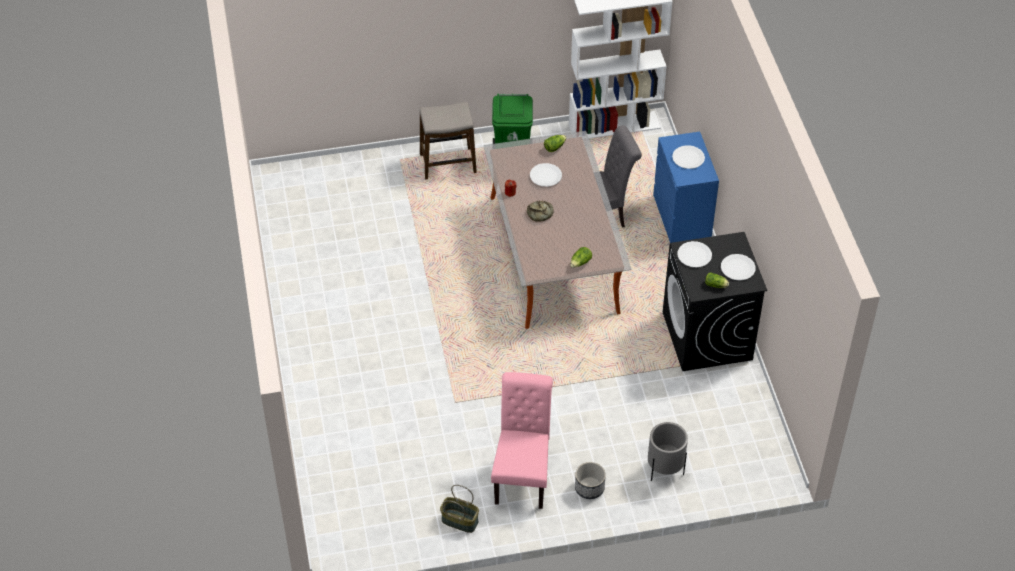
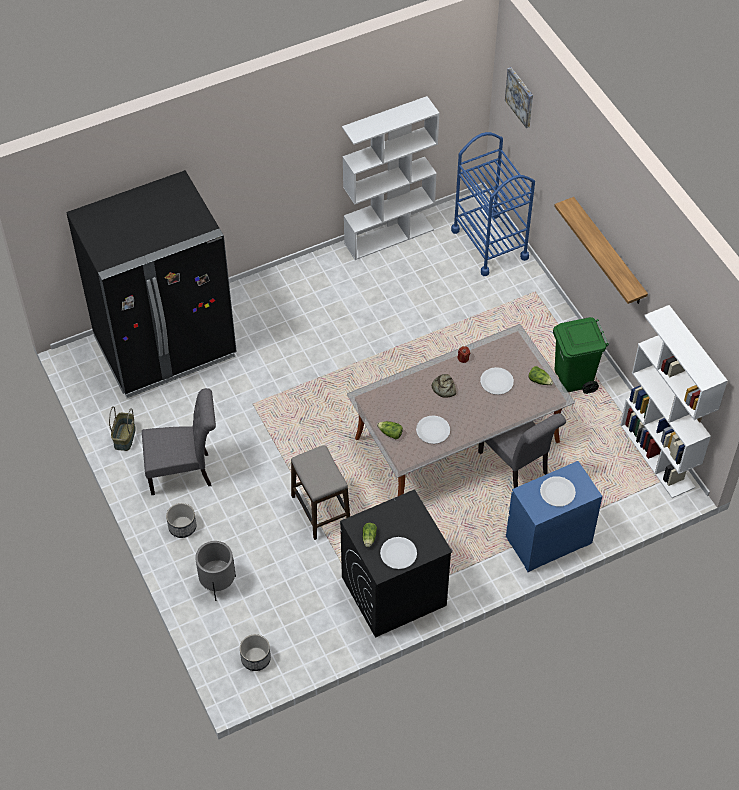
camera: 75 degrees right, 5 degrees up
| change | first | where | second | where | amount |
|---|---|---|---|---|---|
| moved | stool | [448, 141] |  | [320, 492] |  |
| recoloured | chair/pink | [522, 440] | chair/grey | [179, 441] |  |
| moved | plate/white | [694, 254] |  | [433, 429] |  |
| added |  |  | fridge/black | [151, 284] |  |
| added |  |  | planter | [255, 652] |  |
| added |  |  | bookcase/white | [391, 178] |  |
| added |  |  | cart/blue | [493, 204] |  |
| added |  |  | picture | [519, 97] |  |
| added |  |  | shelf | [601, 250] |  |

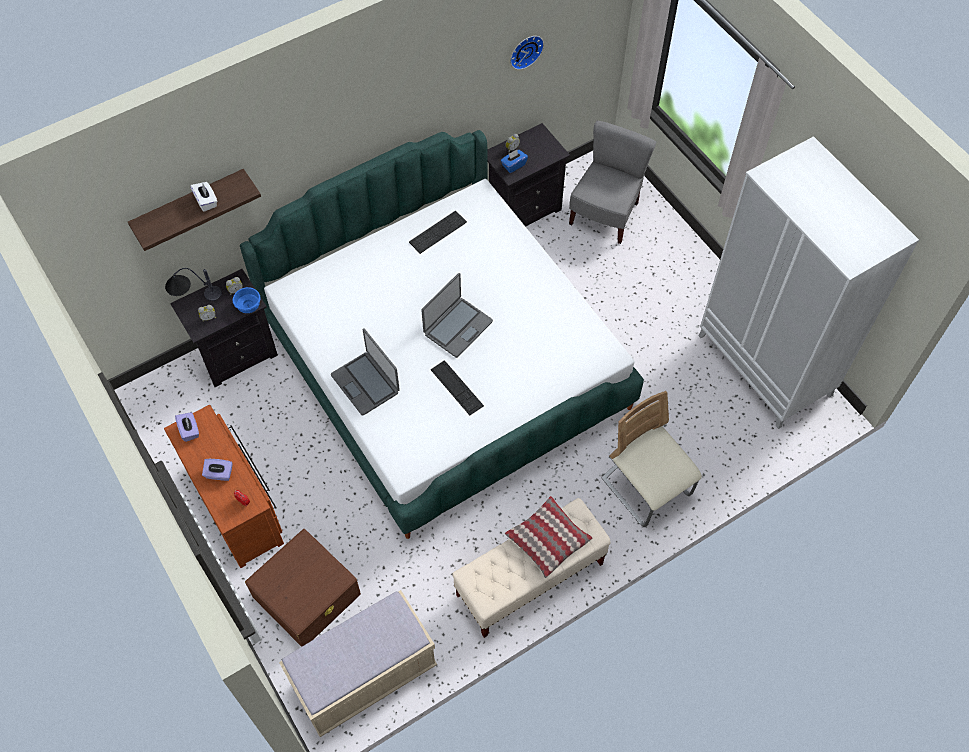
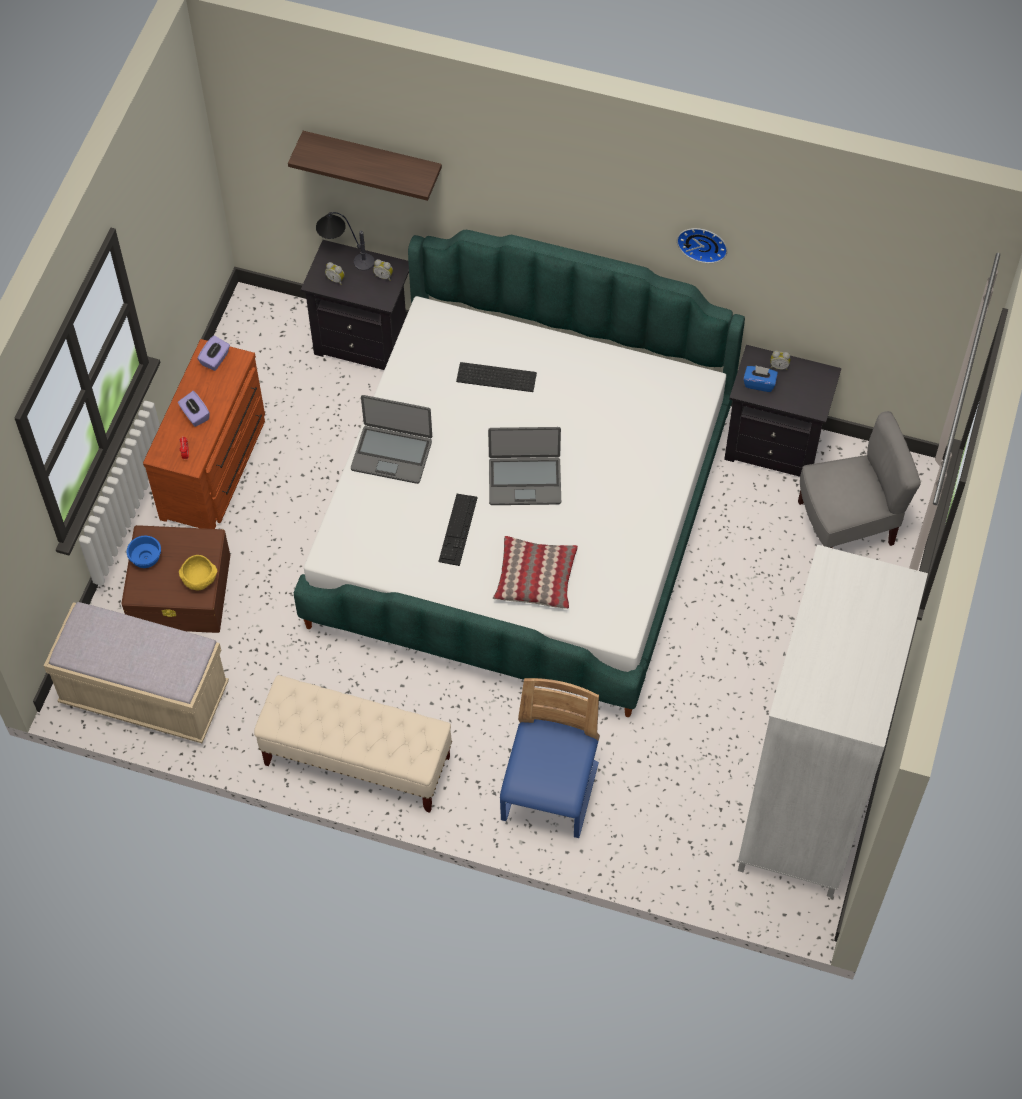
camera: 50 degrees right, 0 degrees up
| change | first | where | second | where | amount |
|---|---|---|---|---|---|
| removed | tissue box/white | [203, 197] |  |  |  |
| moved | bowl/blue | [247, 300] |  | [144, 552] |  |
| turned | laptop | [365, 372] |  | [391, 439] | 90 degrees counterclockwise |
| moved | keyboard | [438, 232] |  | [496, 377] |  |
| moved | pillow | [548, 537] |  | [535, 572] |  |
| moved | wall clock | [527, 53] |  | [702, 245] |  |
| recoloured | chair/beige | [652, 459] | chair/blue | [550, 758] |  |
| added |  |  | bowl/yellow | [198, 573] |  |

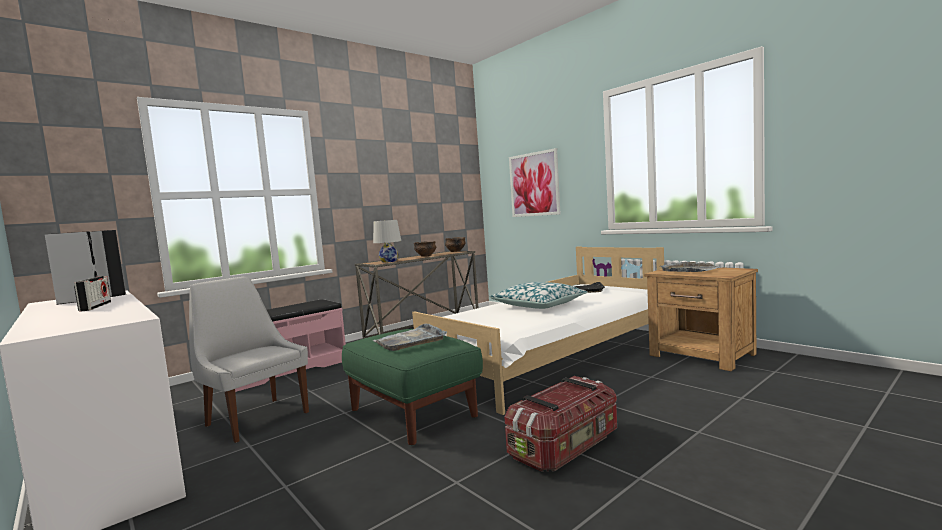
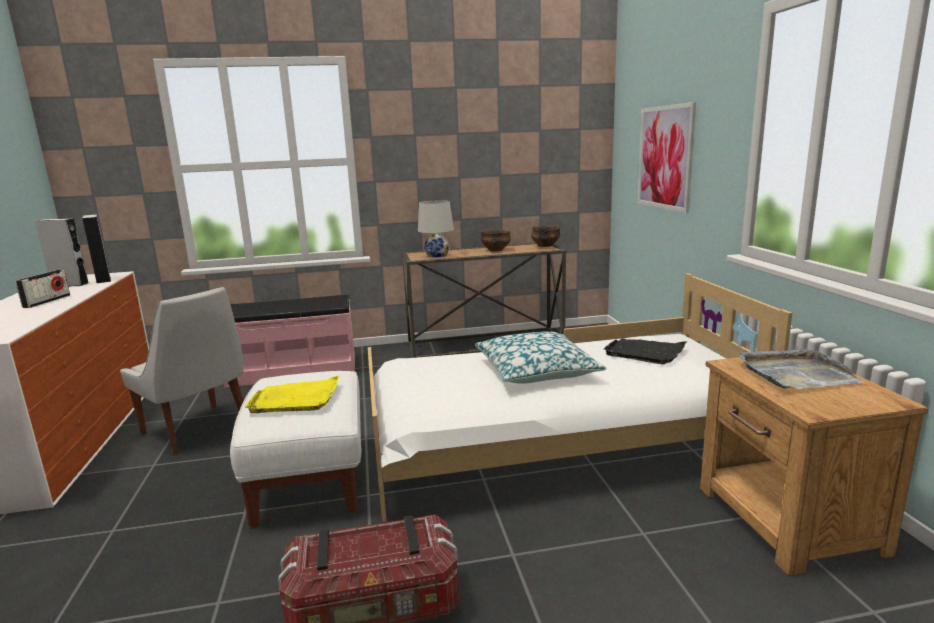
camera: 30 degrees right, 10 degrees up
| change | first | where | second | where | amount |
|---|---|---|---|---|---|
| turned | chair/white | [249, 359] |  | [182, 370] | 150 degrees clockwise |
| recoloured | ottoman/green | [412, 387] | ottoman/white | [295, 449] |  |
| recoloured | tray/grey | [410, 337] | tray/yellow | [292, 394] |  |

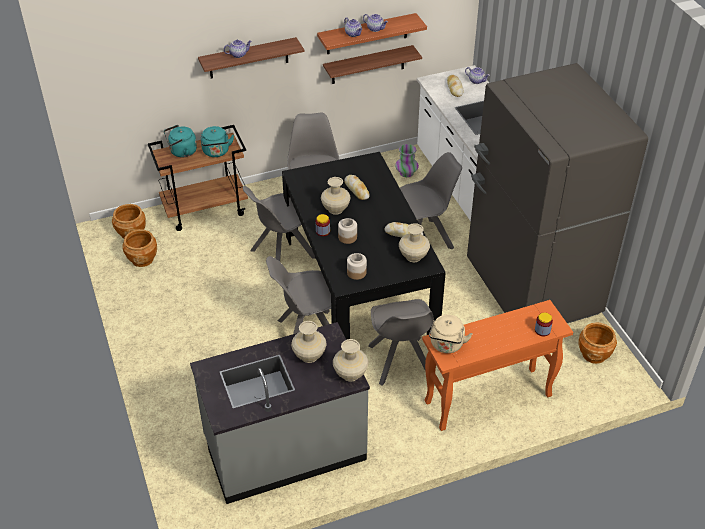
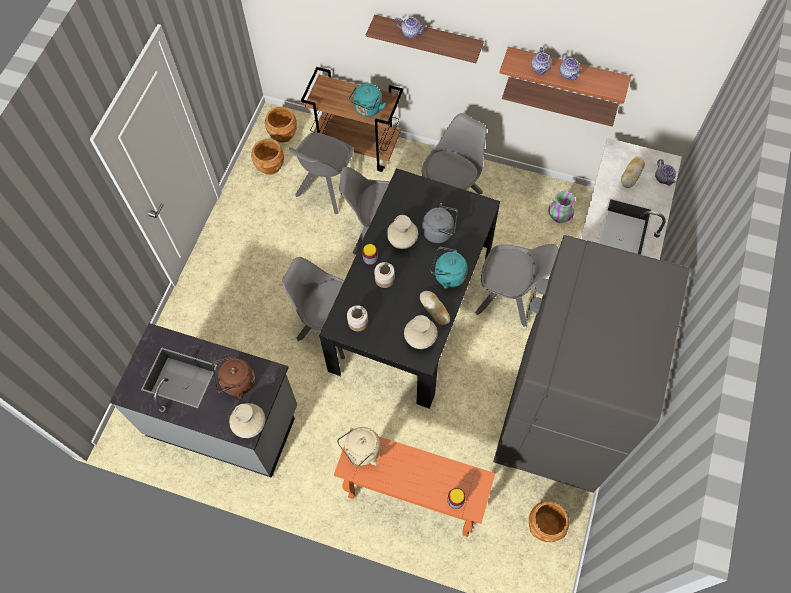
camera: 40 degrees right, 20 degrees up
| change | first | where | second | where | amount |
|---|---|---|---|---|---|
| moved | kettle/turquoise | [180, 141] |  | [449, 268] |  |
| replaced | vase/beige | [309, 342] | kettle/brown | [233, 378] |  |
| replaced | bread | [357, 187] | kettle/grey | [440, 223] |  |
| moved | chair/grey | [401, 342] |  | [321, 173] |  |

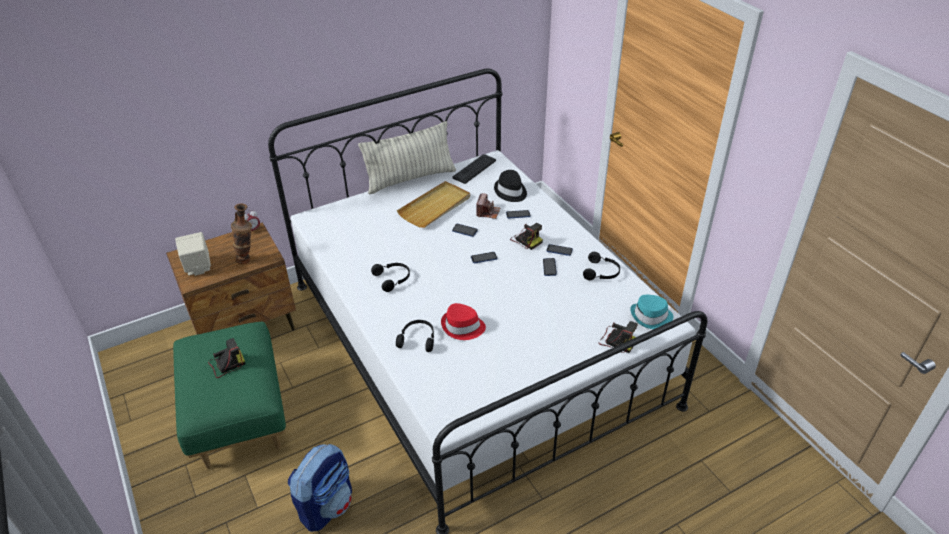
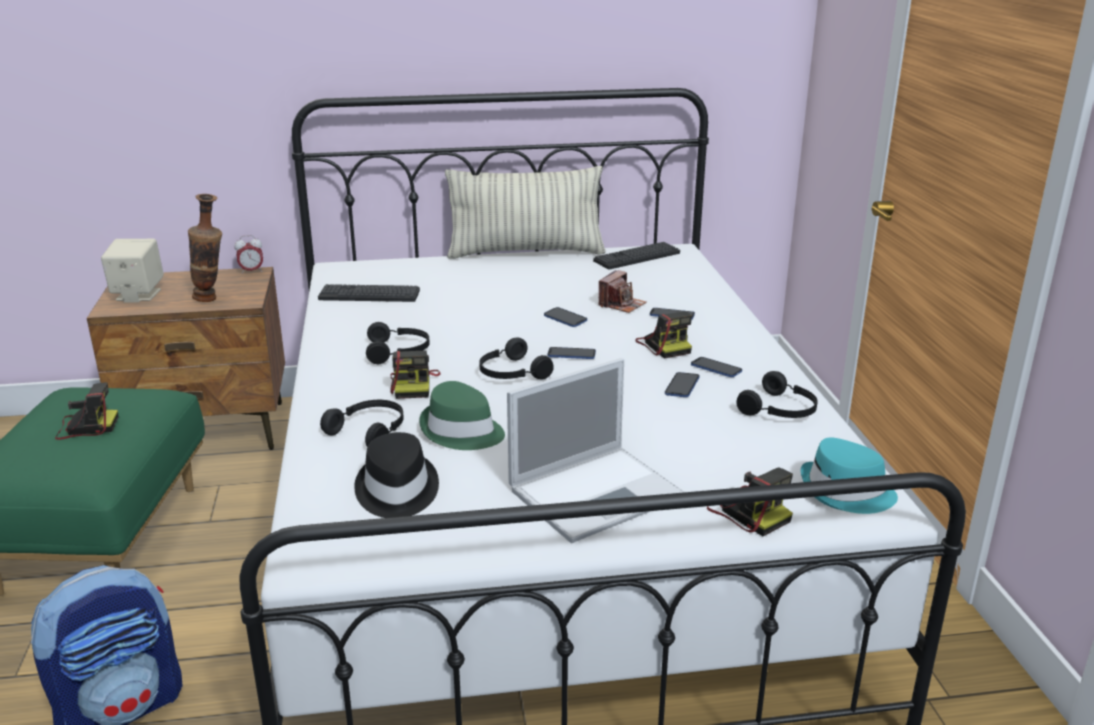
camera: 20 degrees right, 15 degrees down
| change | first | where | second | where | amount |
|---|---|---|---|---|---|
| removed | tray/beige | [433, 204] |  |  |  |
| recoloured | hat/red | [463, 321] | hat/green | [462, 415] |  |
| moved | hat/black | [510, 186] |  | [396, 475] |  |
| added |  |  | keyboard | [369, 293] |  |
| added |  |  | photo camera | [415, 375] |  |
| added |  |  | headphones/black | [516, 358] |  |
| added |  |  | laptop | [595, 450] |  |

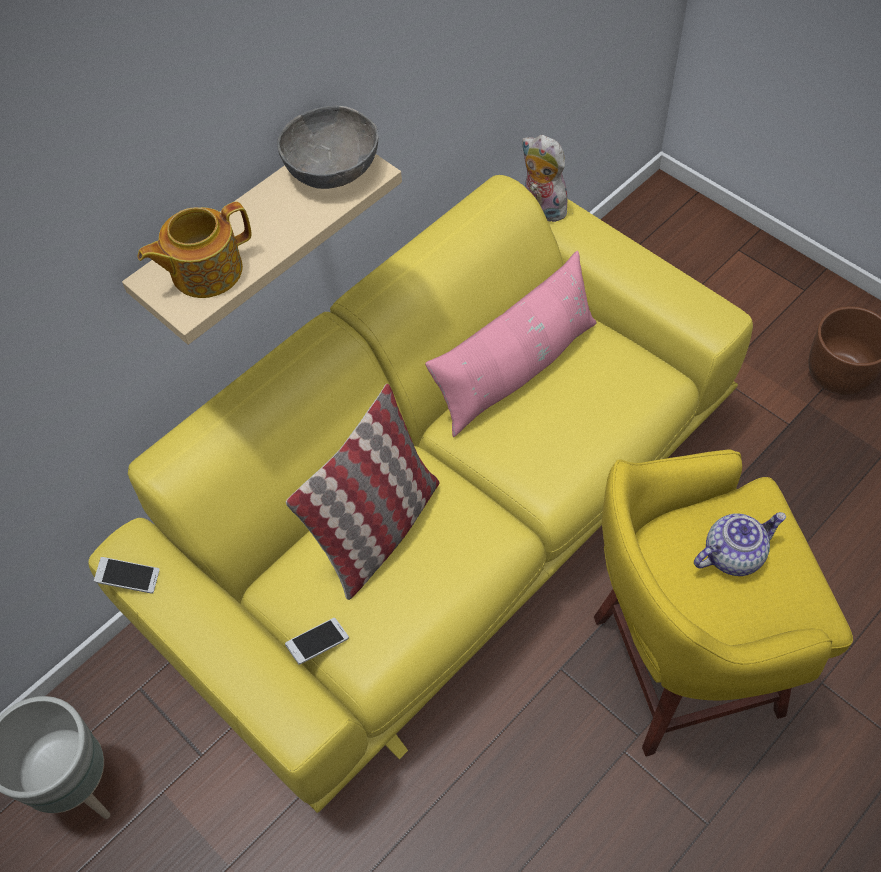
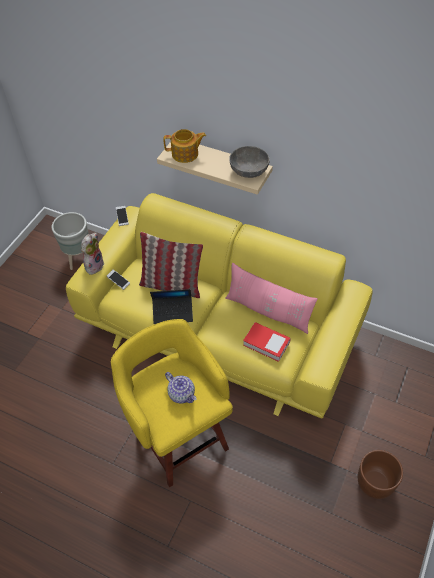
camera: 70 degrees right, 5 degrees down
| change | first | where | second | where | amount |
|---|---|---|---|---|---|
| turned | teapot | [195, 250] |  | [184, 146] | 135 degrees clockwise |
| moved | plush toy | [545, 178] |  | [92, 254] |  |
| added |  |  | laptop | [171, 306] |  |
| added |  |  | book | [267, 342] |  |

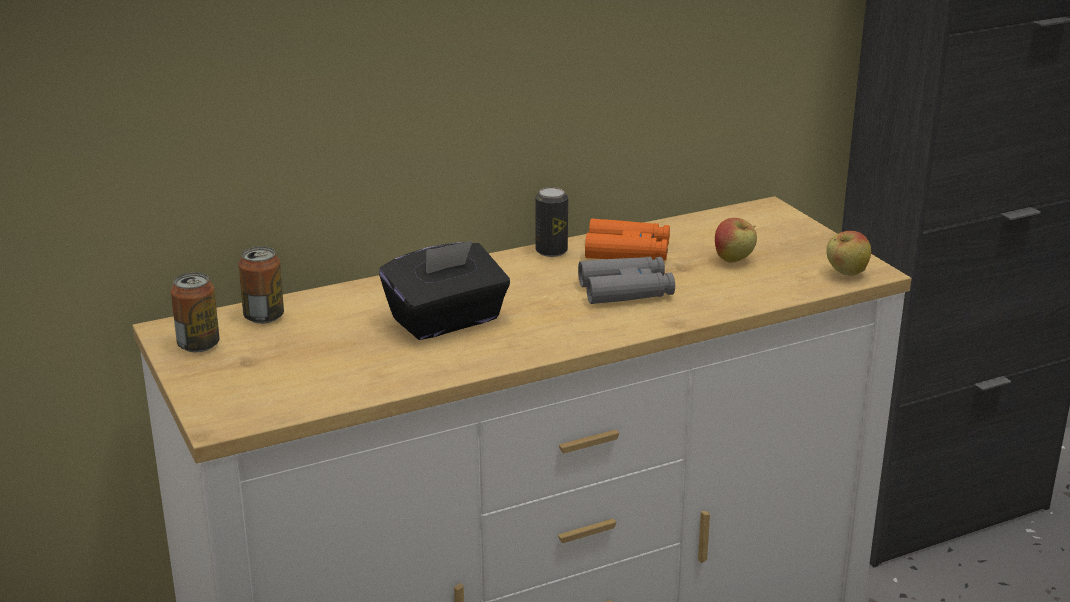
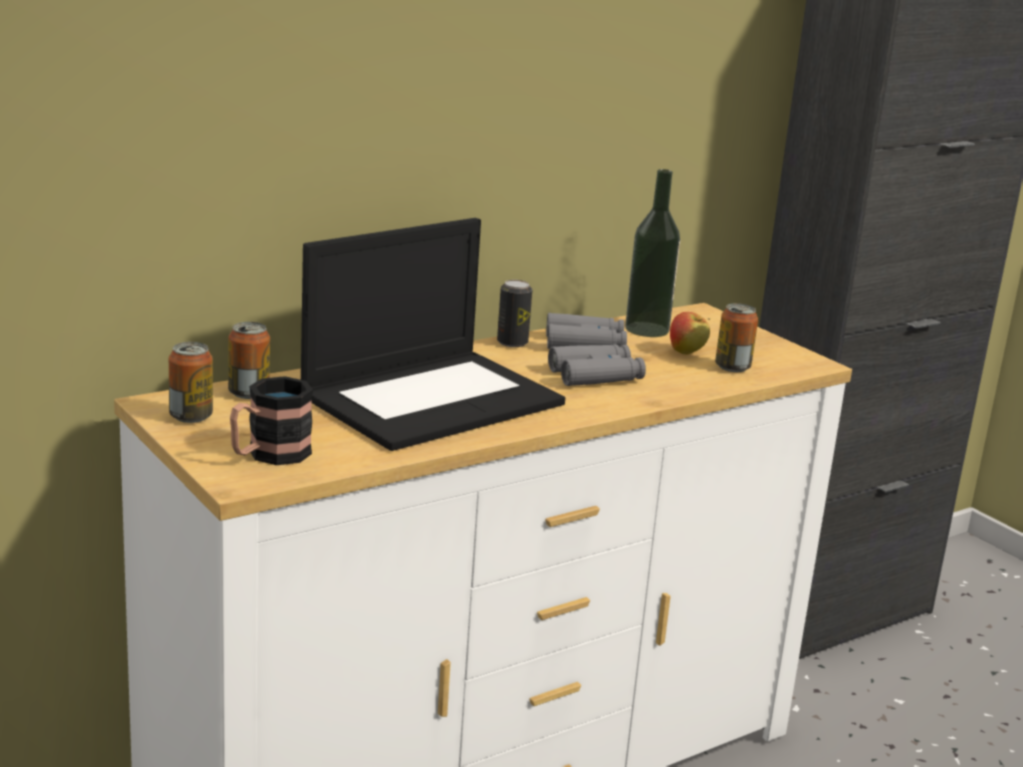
camera: 10 degrees left, 5 degrees down
| change | first | where | second | where | amount |
|---|---|---|---|---|---|
| replaced | tissue box/black | [444, 290] | laptop | [433, 334] |  |
| recoloured | binoculars/orange | [627, 240] | binoculars/grey | [586, 331] |  |
| removed | apple | [849, 253] |  |  |  |
| added |  |  | mug | [271, 420] |  |
| added |  |  | bottle | [652, 253] |  |
| added |  |  | can | [736, 337] |  |

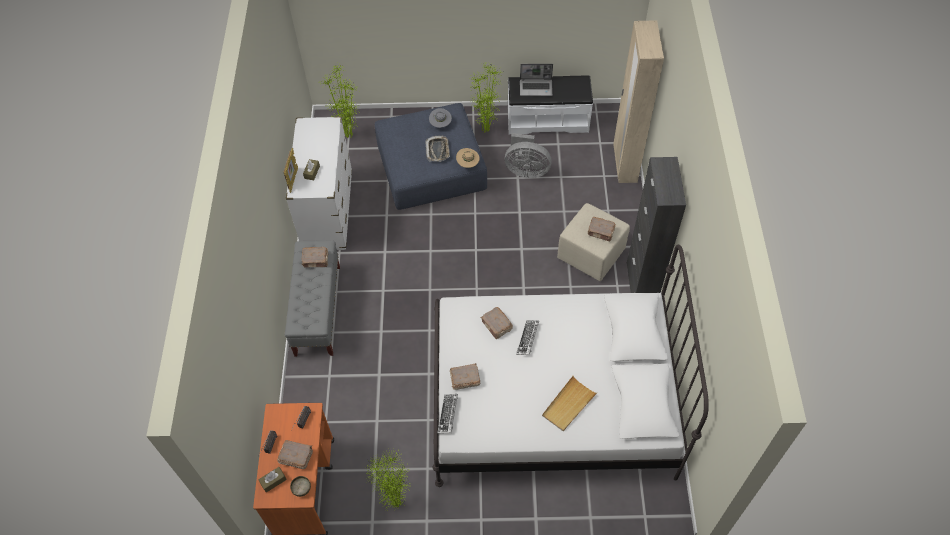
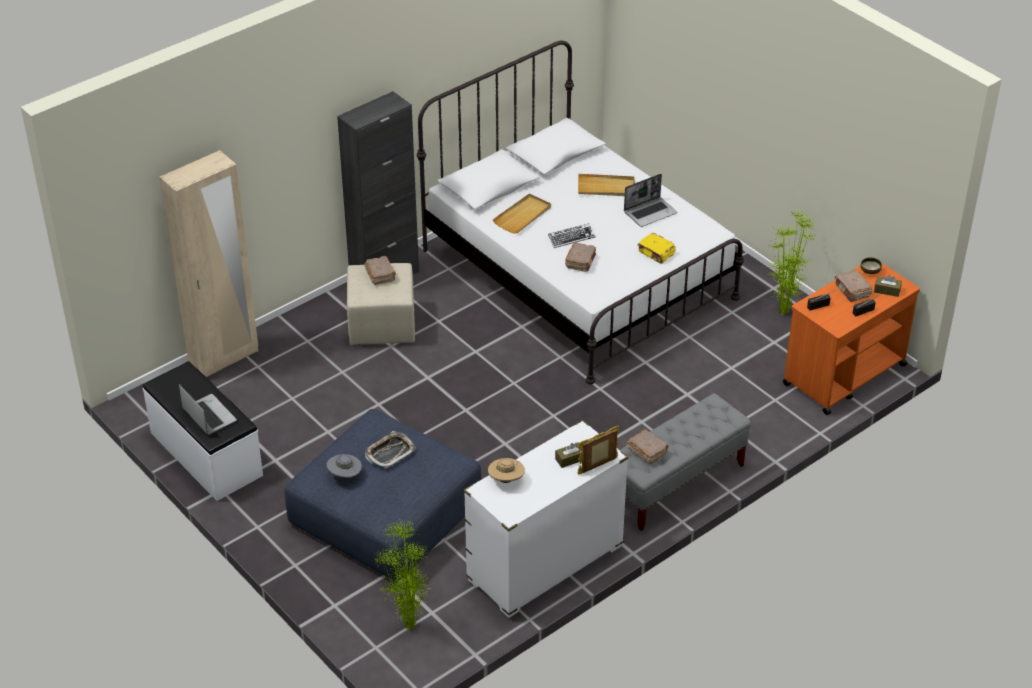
camera: 130 degrees left, 15 degrees down
| change | first | where | second | where | amount |
|---|---|---|---|---|---|
| removed | keyboard | [447, 414] |  |  |  |
| recoloured | book/brown | [464, 376] | book/yellow | [657, 248] |  |
| moved | hat/beige | [468, 158] |  | [506, 470] |  |
| removed | potted plant | [485, 97] |  |  |  |
| removed | fan/grey | [528, 155] |  |  |  |
| added |  |  | tray/beige | [522, 213] |  |
| added |  |  | laptop | [650, 200] |  |

